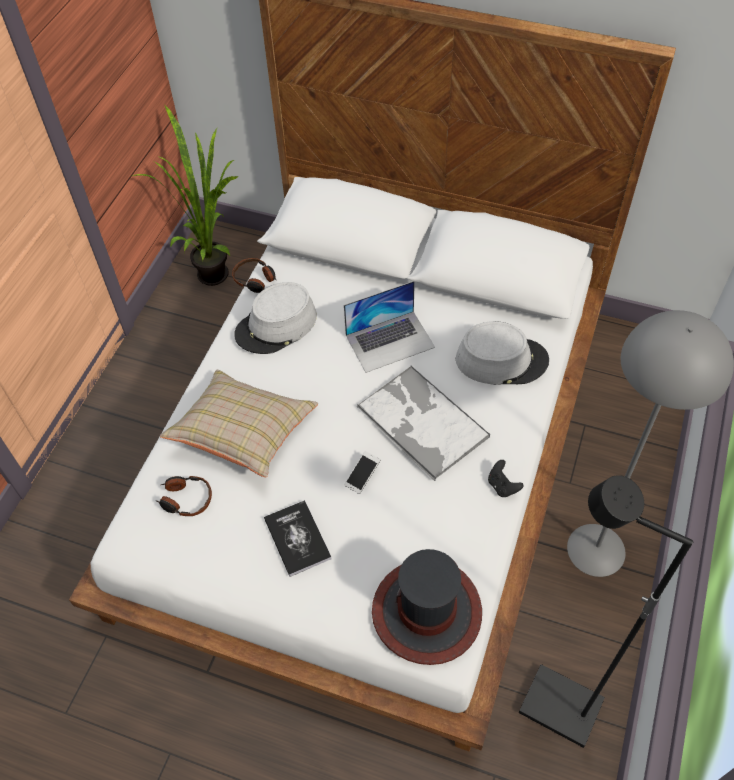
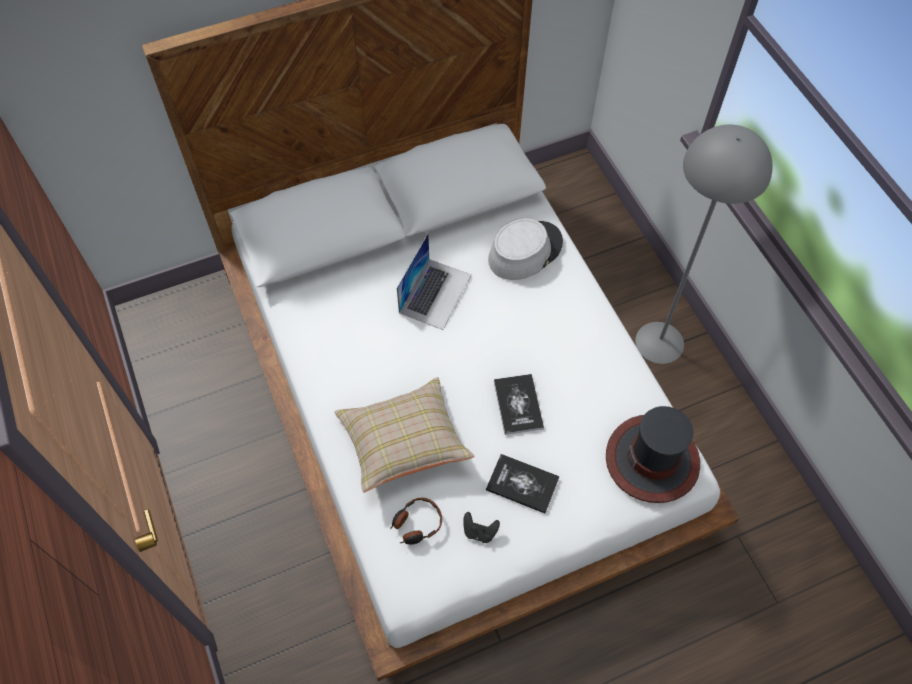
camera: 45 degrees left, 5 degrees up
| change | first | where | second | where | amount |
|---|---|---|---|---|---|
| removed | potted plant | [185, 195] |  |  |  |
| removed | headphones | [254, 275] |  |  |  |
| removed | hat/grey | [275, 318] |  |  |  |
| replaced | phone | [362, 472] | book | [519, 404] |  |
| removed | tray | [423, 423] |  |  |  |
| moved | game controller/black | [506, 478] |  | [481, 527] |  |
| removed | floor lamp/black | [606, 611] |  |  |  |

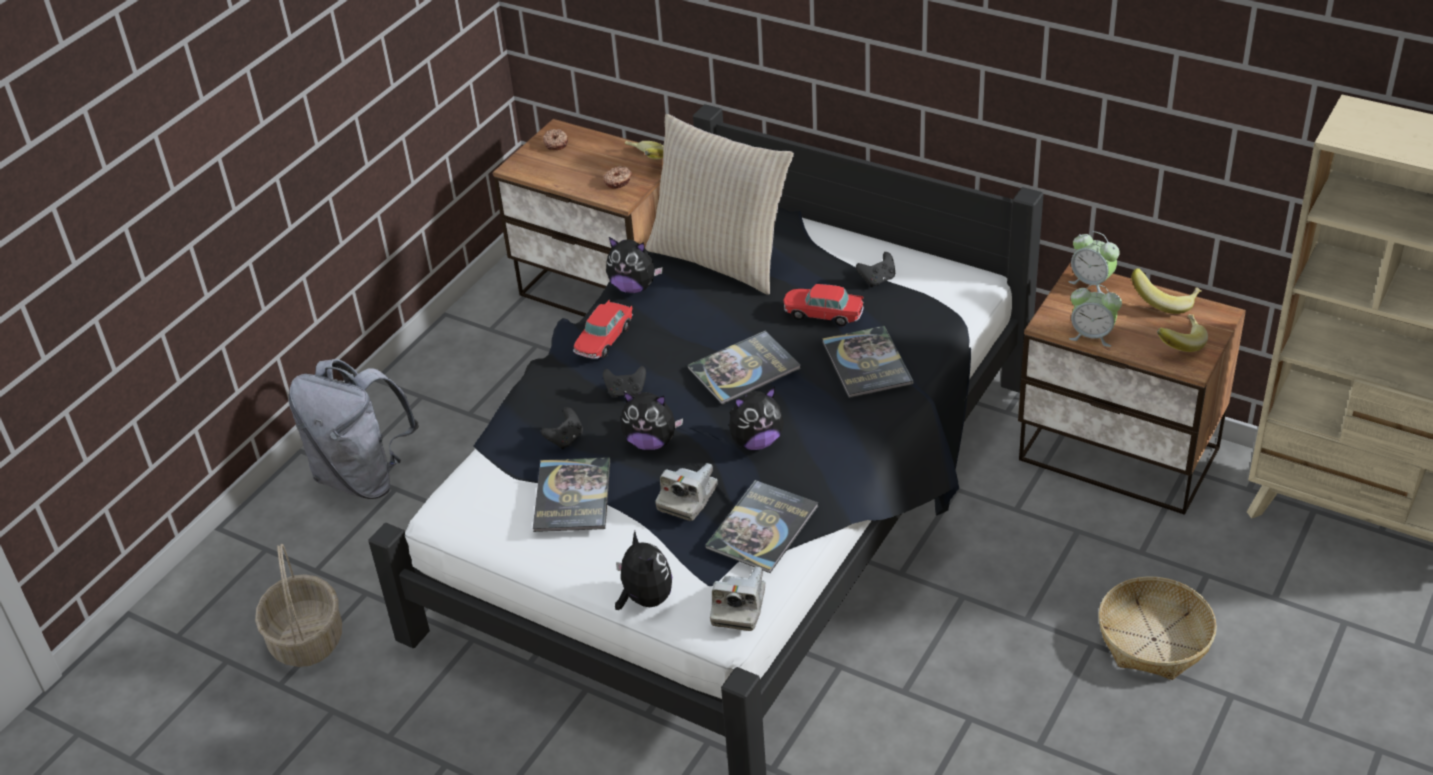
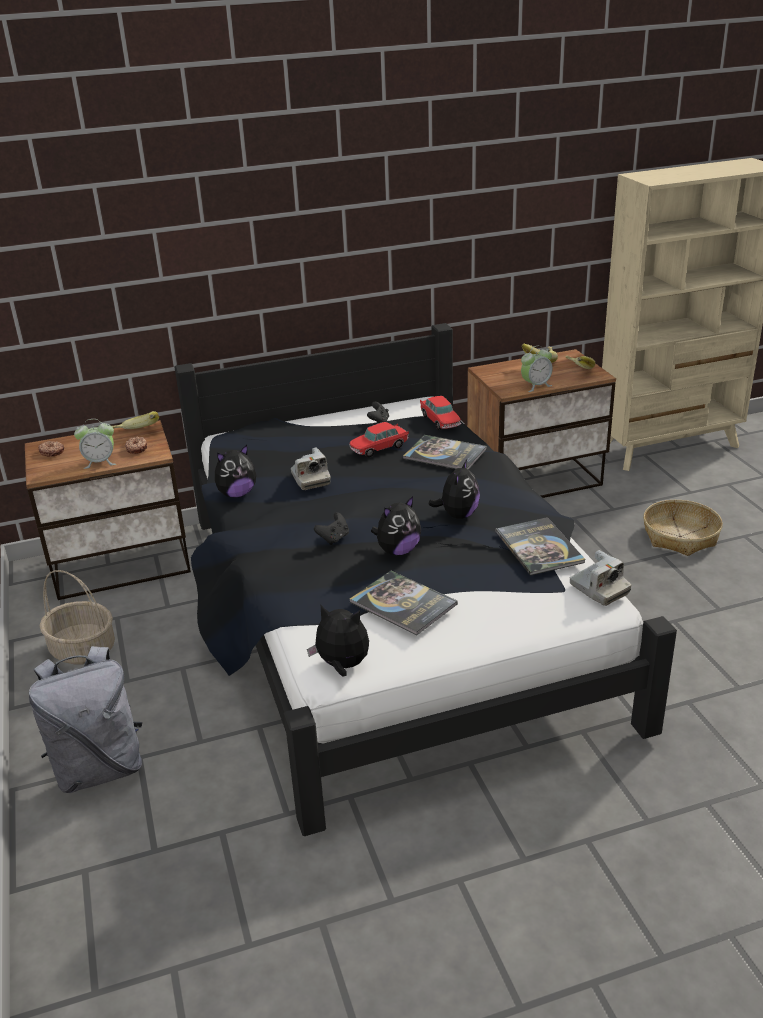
camera: 50 degrees left, 10 degrees down
| change | first | where | second | where | amount |
|---|---|---|---|---|---|
| moved | basket | [298, 605] |  | [77, 617] |  |
| removed | game controller/black | [562, 428] |  |  |  |
| moved | toy car | [603, 329] |  | [440, 413] |  |
| moved | plush toy | [643, 570] |  | [338, 641] |  |
| removed | pillow/beige | [719, 204] |  |  |  |
| moved | photo camera | [686, 492] |  | [311, 468] |  |
| removed | book | [744, 368] |  |  |  |
| moved | alarm clock | [1094, 262] |  | [95, 444] |  |

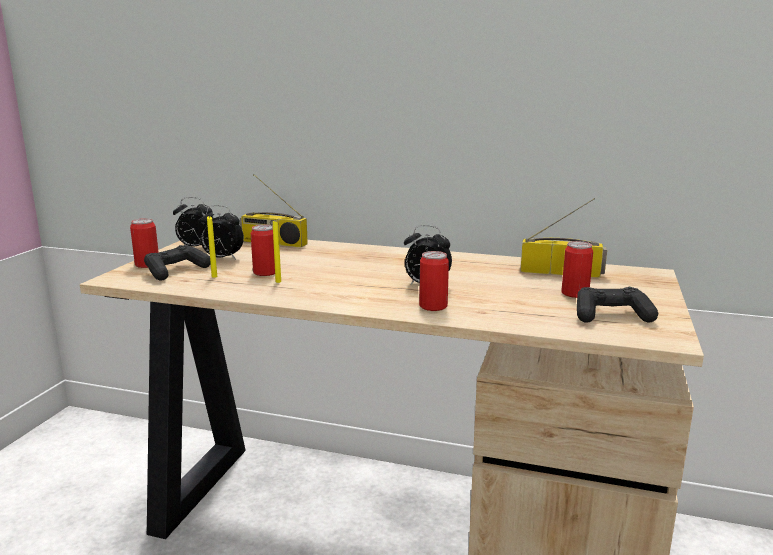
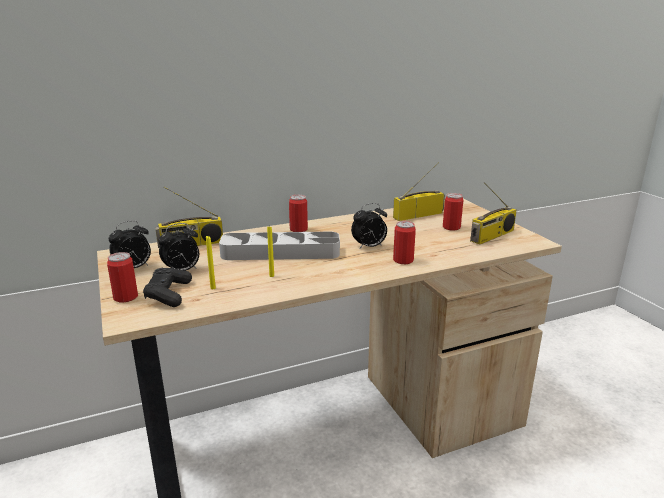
camera: 40 degrees left, 5 degrees up
| change | first | where | second | where | amount |
|---|---|---|---|---|---|
| moved | can | [263, 250] |  | [298, 213] |  |
| replaced | game controller/black | [617, 305] | radio | [493, 213] |  |
| added |  |  | tray/grey | [279, 246] |  |

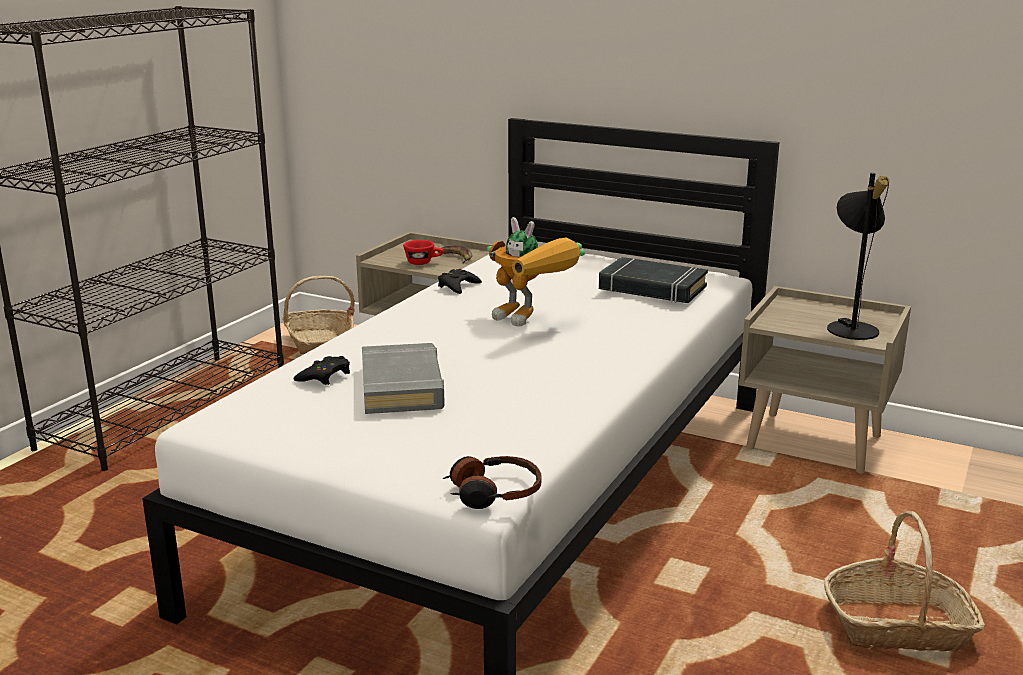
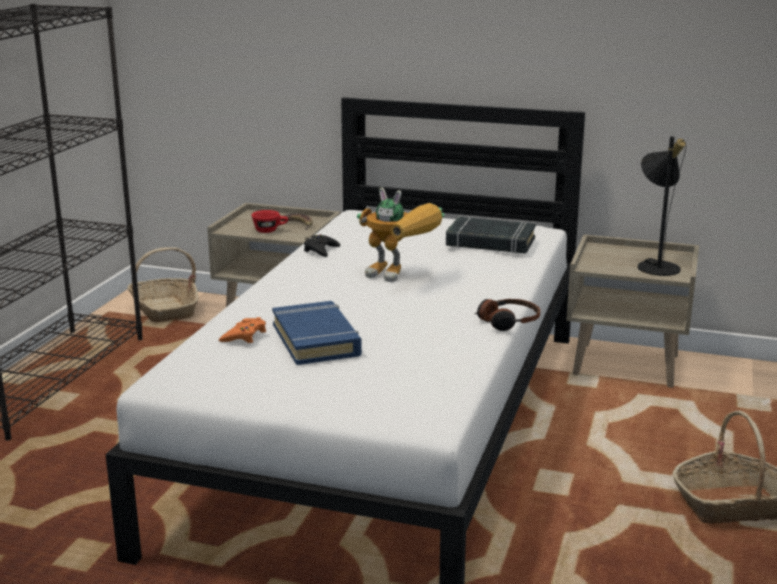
camera: 10 degrees left, 0 degrees up
| change | first | where | second | where | amount |
|---|---|---|---|---|---|
| recoloured | game controller/black | [321, 370] | game controller/orange | [242, 330] |  |
| recoloured | book/grey | [403, 378] | book/blue | [317, 333] |  |
| moved | headphones | [492, 482] |  | [507, 315] |  |

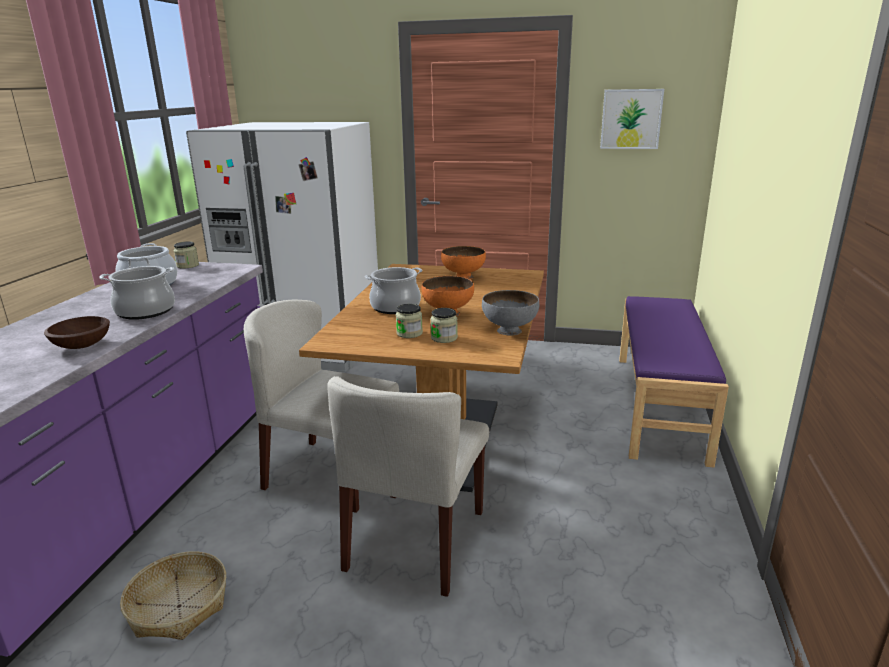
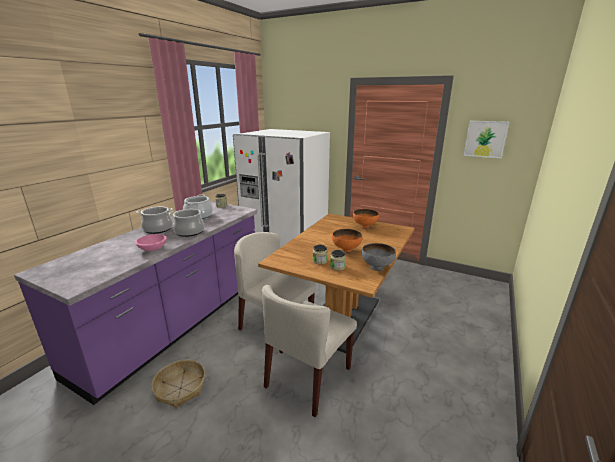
camera: 15 degrees right, 0 degrees up
| change | first | where | second | where | amount |
|---|---|---|---|---|---|
| recoloured | bowl/brown | [77, 332] | bowl/pink | [151, 242] |  |
| moved | cooking pot | [393, 290] |  | [155, 220] |  |
| removed | bench/purple | [674, 382] |  |  |  |

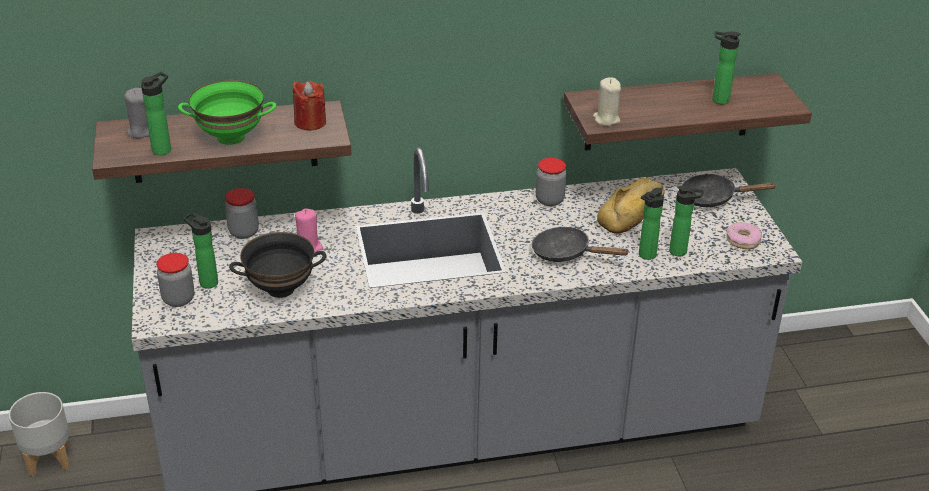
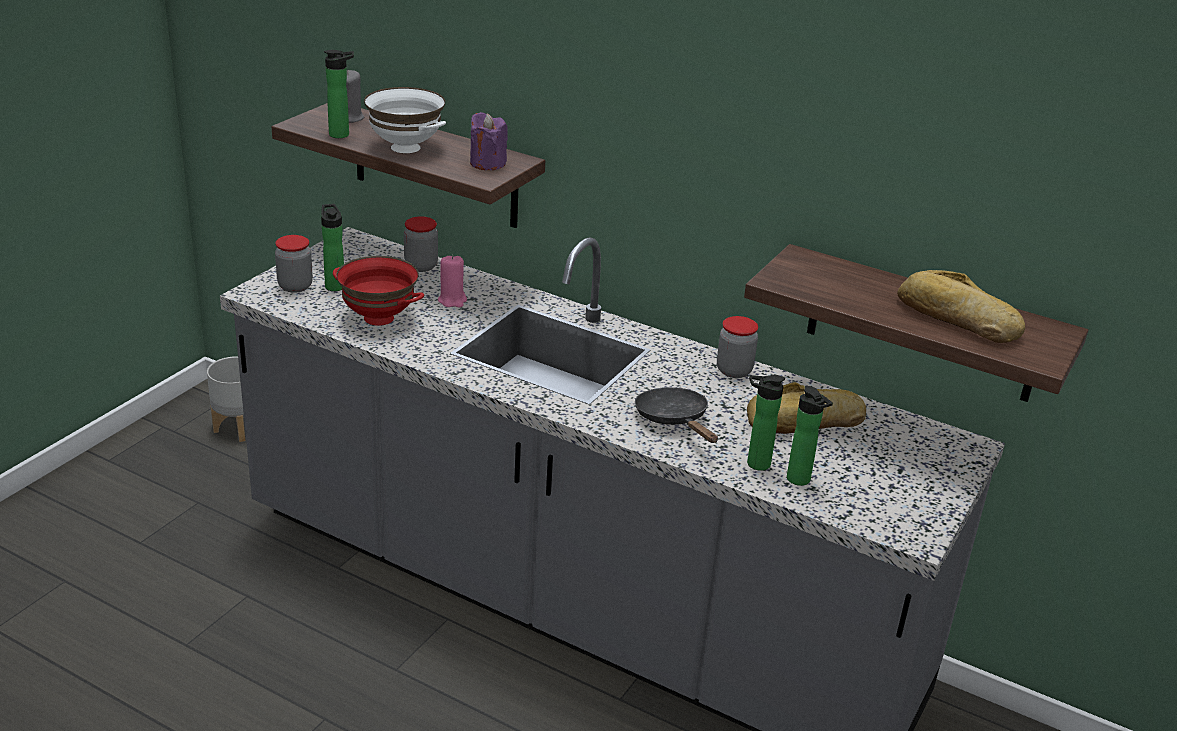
camera: 40 degrees right, 5 degrees down
| change | first | where | second | where | amount |
|---|---|---|---|---|---|
| recoloured | bowl/green | [227, 112] | bowl/white | [405, 120] |  |
| recoloured | bowl/black | [277, 265] | bowl/red | [378, 291] |  |
| recoloured | candle/red | [309, 105] | candle/purple | [489, 141] |  |
| removed | candle/beige | [607, 101] |  |  |  |
| removed | frying pan/black | [728, 190] |  |  |  |
| replaced | bottle | [726, 68] | bread | [961, 306] |  |
| removed | donut | [744, 235] |  |  |  |

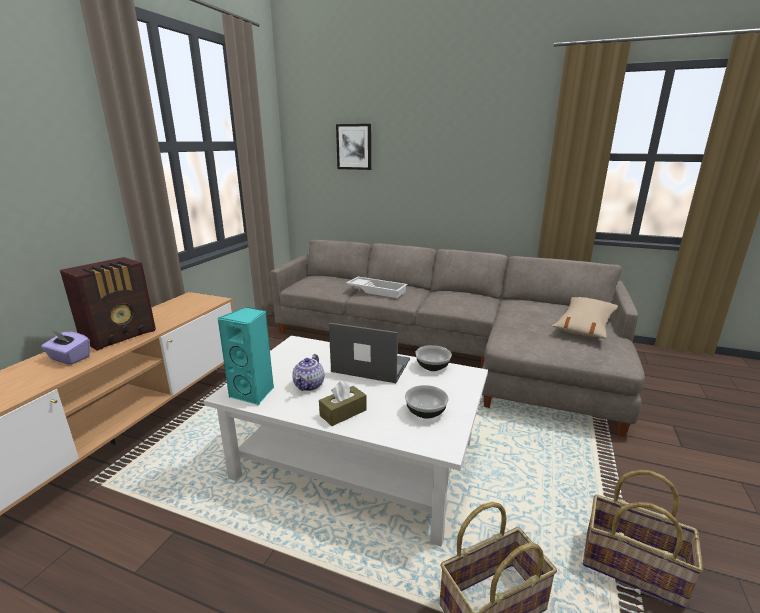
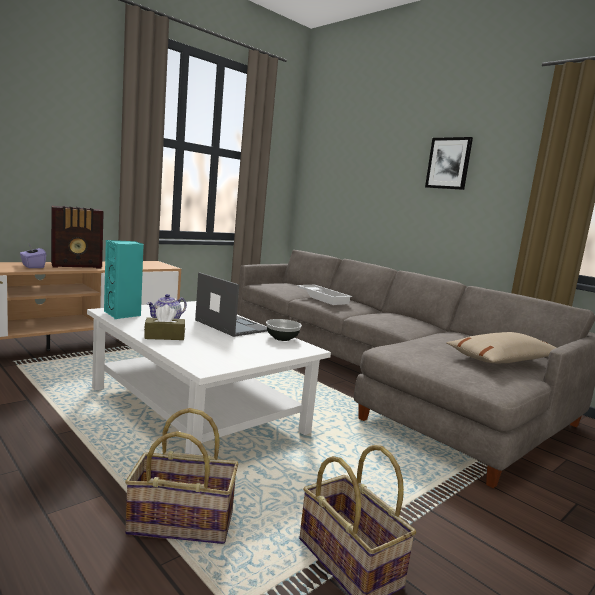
camera: 25 degrees right, 10 degrees down
| change | first | where | second | where | amount |
|---|---|---|---|---|---|
| moved | picture | [353, 147] |  | [449, 163] |  |
| removed | bowl | [427, 402] |  |  |  |

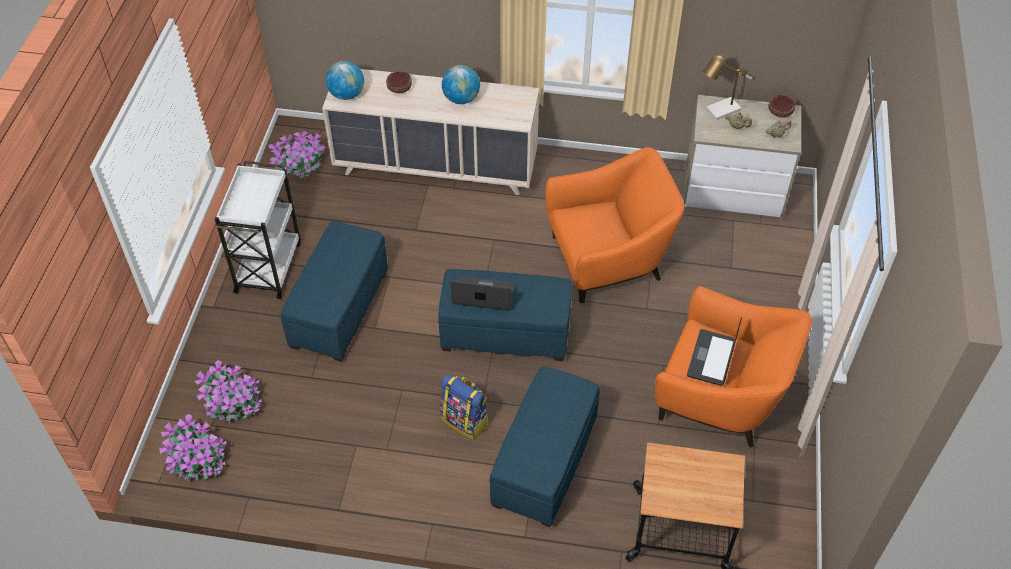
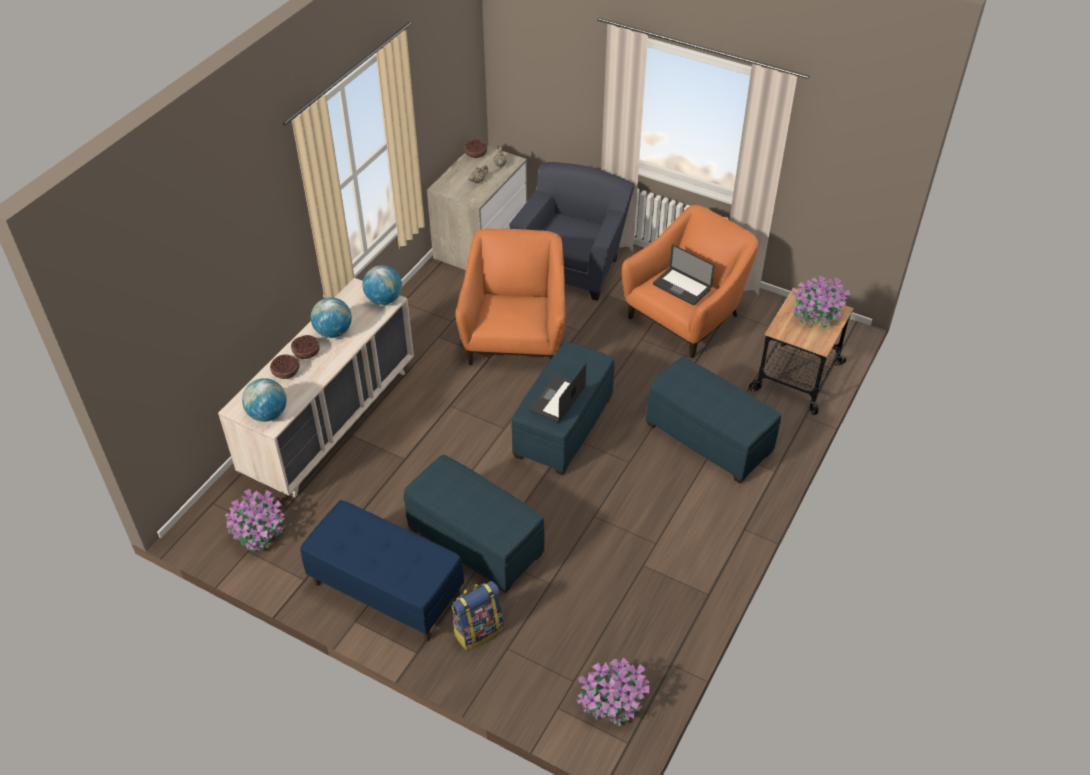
camera: 70 degrees left, 5 degrees down
| change | first | where | second | where | amount |
|---|---|---|---|---|---|
| moved | potted plant | [228, 391] |  | [820, 302] |  |
| replaced | cart/white | [258, 230] | bench/blue | [382, 570] |  |
| moved | backpack | [464, 407] |  | [477, 616] |  |
| removed | table lamp | [727, 87] |  |  |  |
| added |  |  | bowl | [305, 347] |  |
| added |  |  | globe | [382, 285] |  |
| added |  |  | armchair/blue | [572, 231] |  |

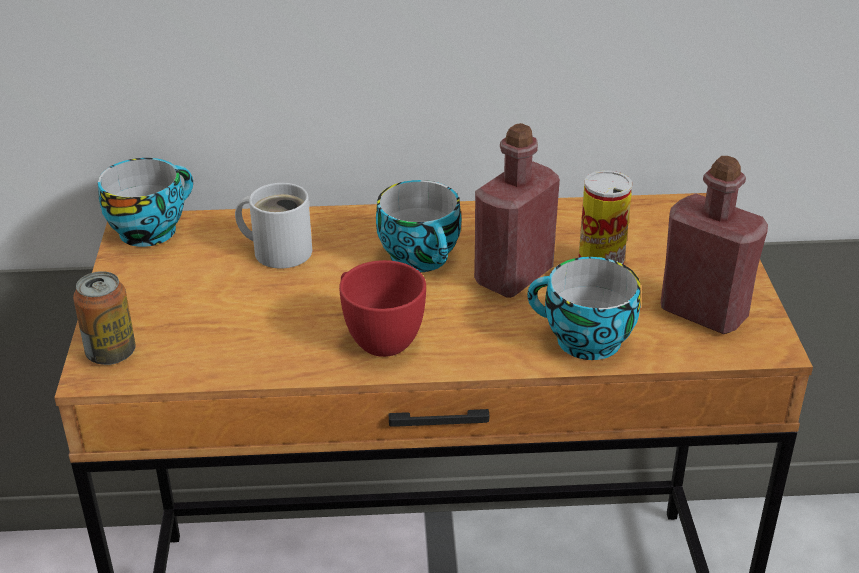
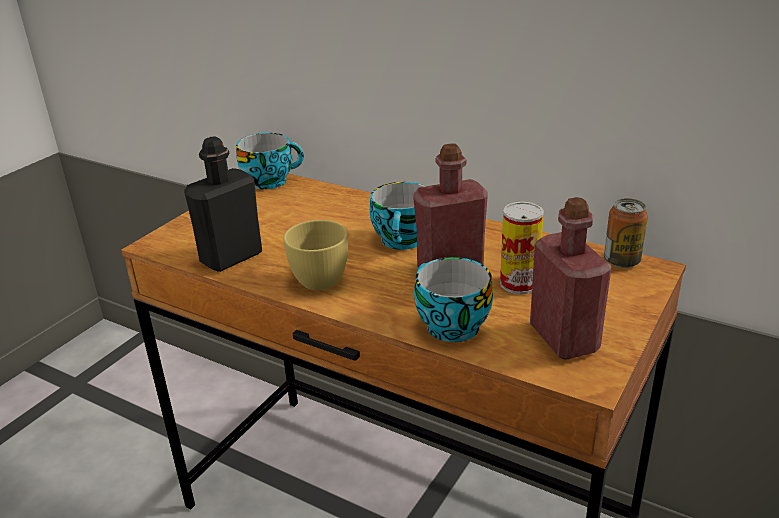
camera: 35 degrees right, 5 degrees down
| change | first | where | second | where | amount |
|---|---|---|---|---|---|
| moved | can | [104, 318] |  | [626, 233] |  |
| removed | mug/white | [273, 225] |  |  |  |
| recoloured | cup/red | [382, 308] | cup/yellow | [315, 255] |  |
| added |  |  | bottle/black | [223, 204] |  |

